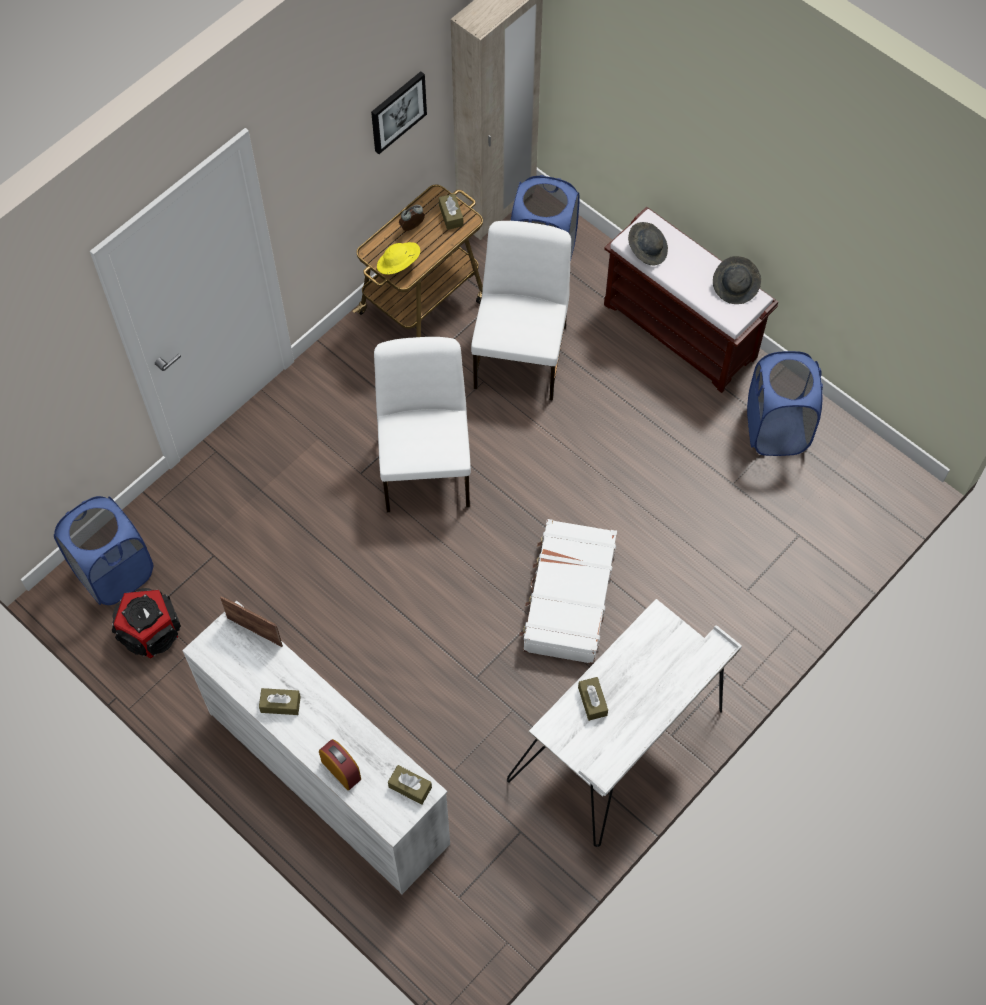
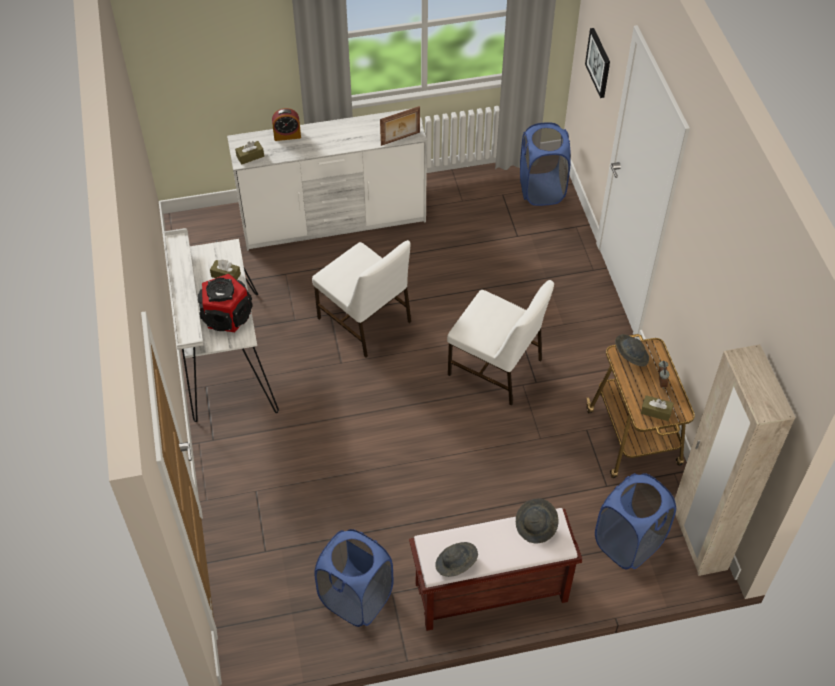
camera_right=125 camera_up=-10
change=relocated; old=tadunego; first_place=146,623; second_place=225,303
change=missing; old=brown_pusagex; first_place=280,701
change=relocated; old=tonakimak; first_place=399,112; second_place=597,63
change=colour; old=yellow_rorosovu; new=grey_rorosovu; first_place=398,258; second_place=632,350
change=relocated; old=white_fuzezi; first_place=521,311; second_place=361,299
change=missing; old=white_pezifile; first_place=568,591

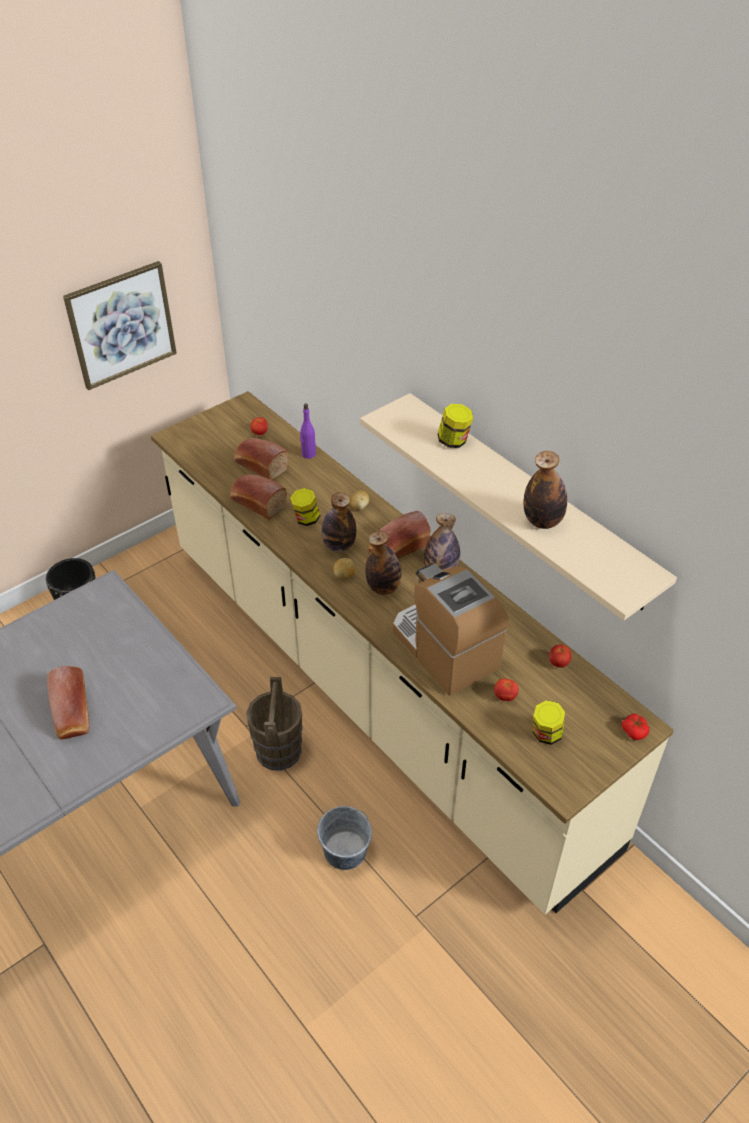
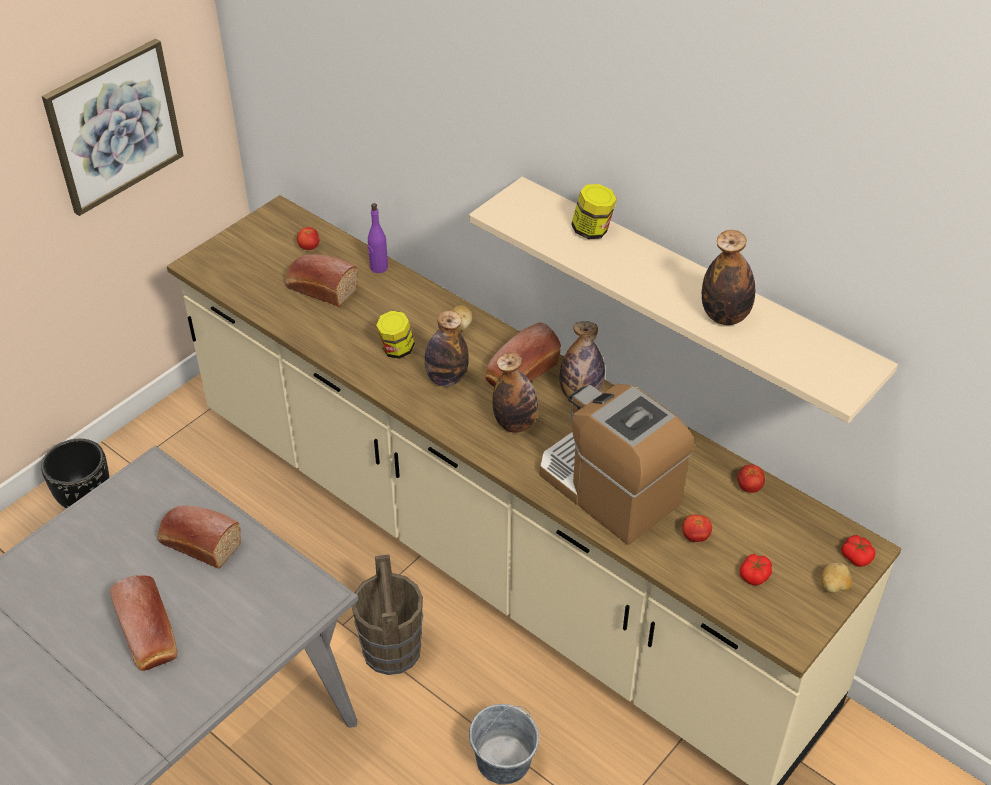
camera_right=-10 camera_up=0
change=relocated; old=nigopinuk; first_place=258,497; second_place=199,537
change=relocated; old=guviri; first_place=344,568; second_place=836,578
change=exchanged; old=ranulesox; new=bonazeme; first_place=549,722; second_place=755,569

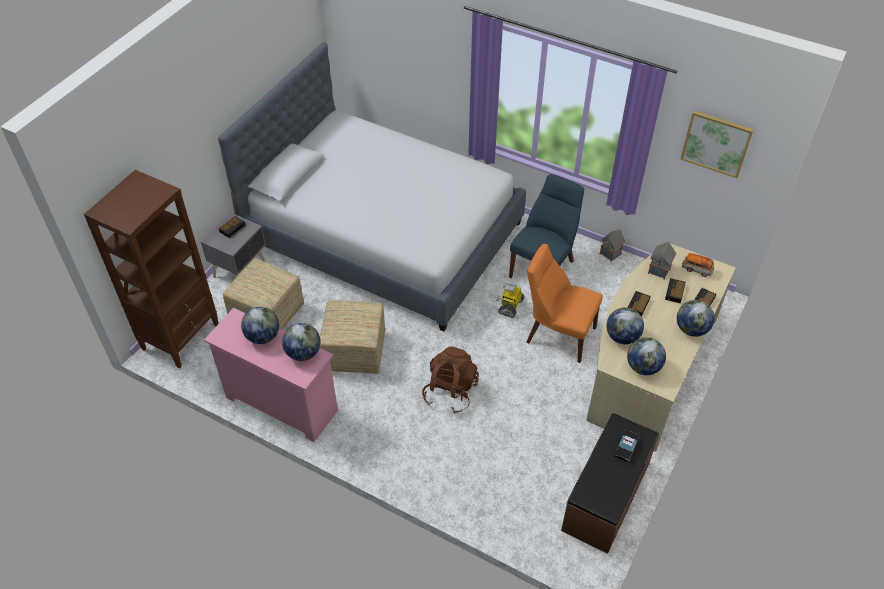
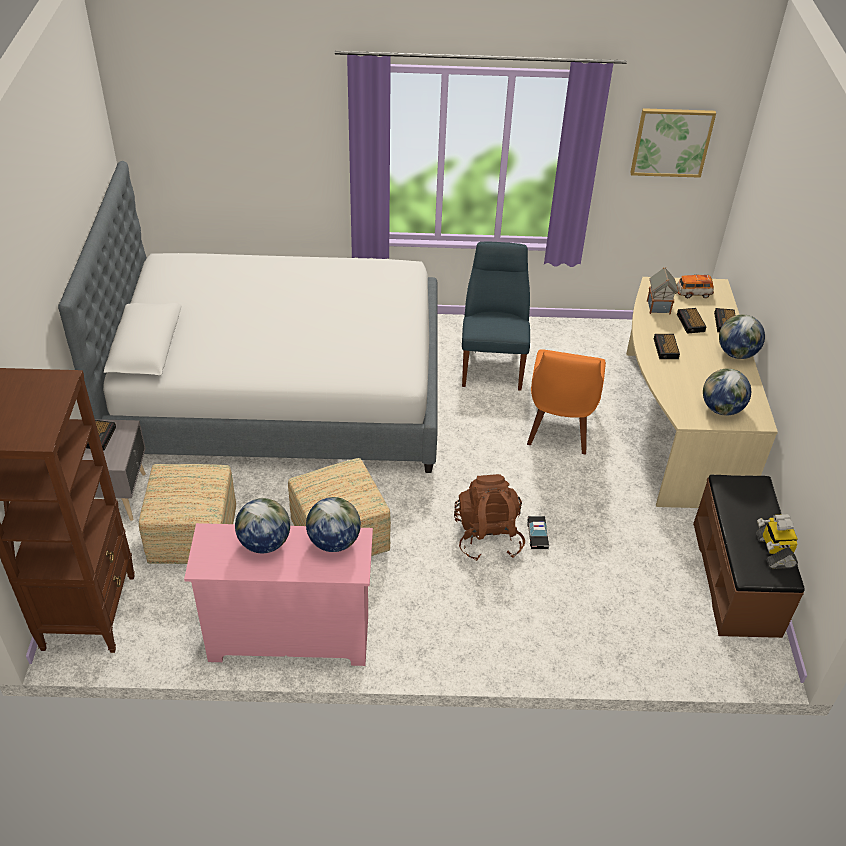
camera_right=-30 camera_up=-5
change=relocated; old=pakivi; first_place=510,299; second_place=777,541
change=spun; old=orange_fuzezi; first_place=564,303; second_place=566,401; degrees=-75
change=missing; old=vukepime; first_place=612,246
change=missing; old=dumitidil; first_place=625,325
change=relocated; old=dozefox; first_place=627,446; second_place=538,532

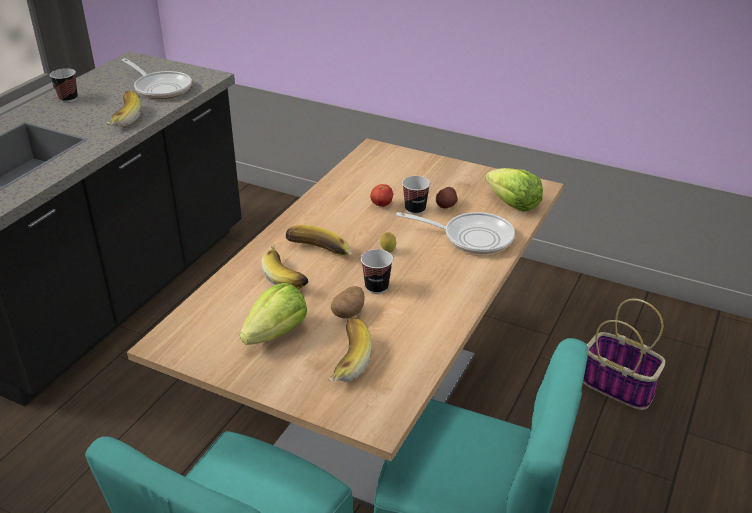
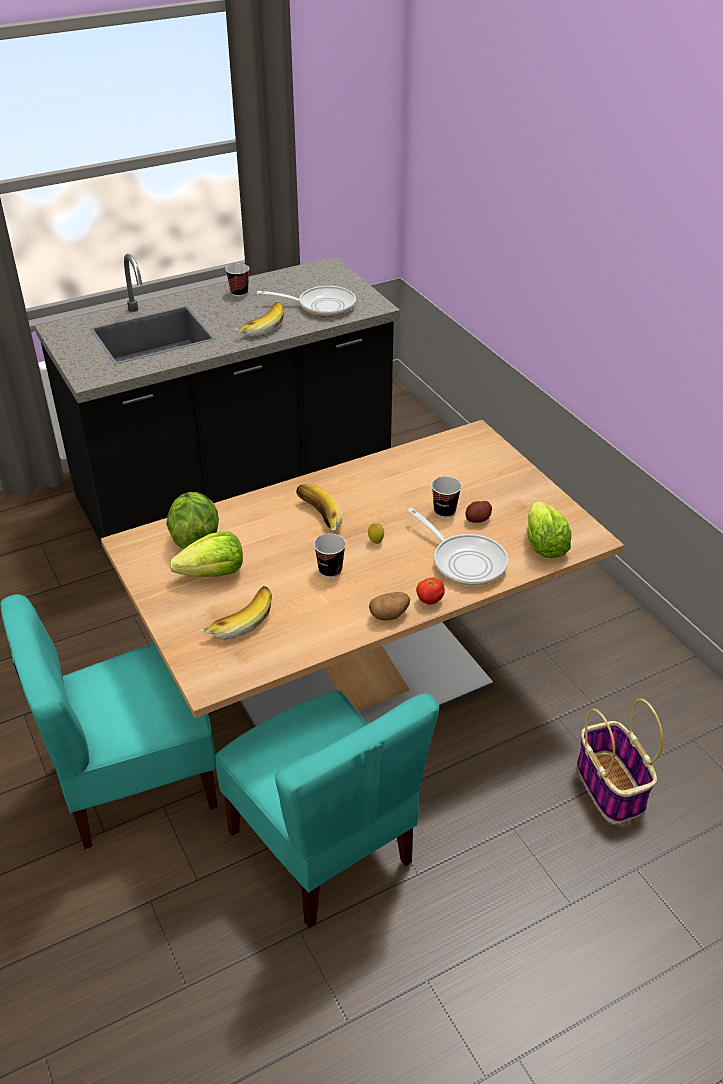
camera_right=35 camera_up=5
change=spun; old=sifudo; first_place=157,78; second_place=306,301; degrees=-75
change=missing; old=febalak; first_place=284,267
change=relocated; old=guviri; first_place=348,302; second_place=389,606
change=relocated; old=bonazeme; first_place=381,195; second_place=430,591
change=appeared; new=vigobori; second_place=192,520

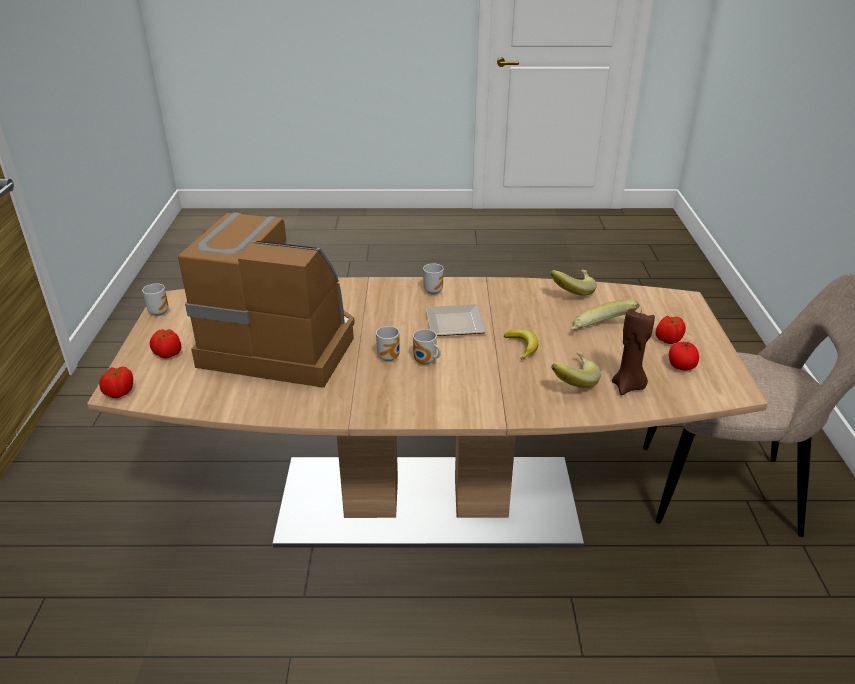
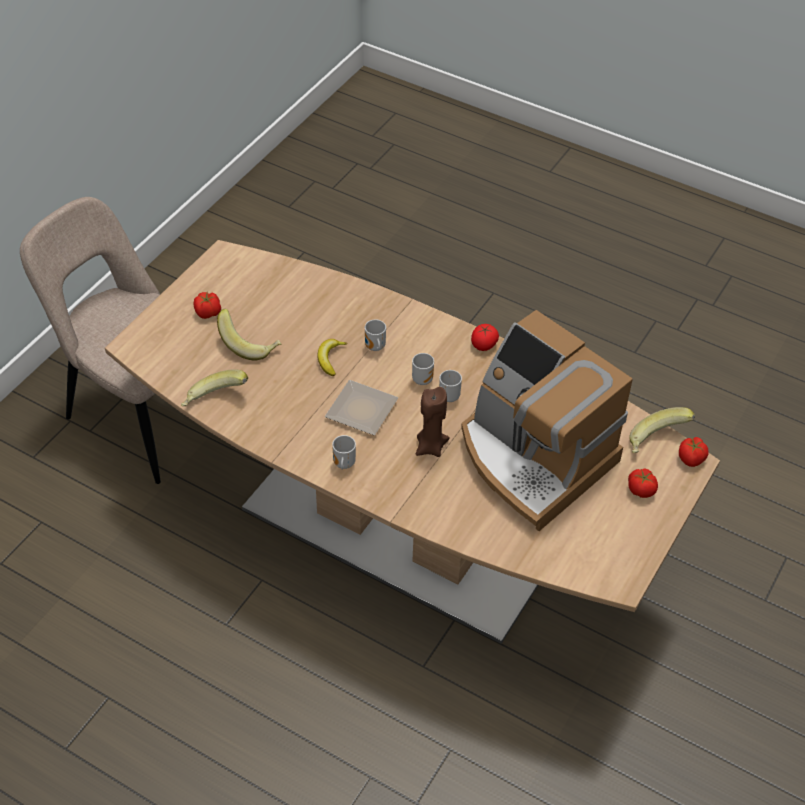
camera_right=-150 camera_up=15
change=relocated; old=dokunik; first_place=155,299; second_place=375,335
change=relocated; old=febalak; first_place=576,370; second_place=662,430
change=relocated; old=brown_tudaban; first_place=633,351; second_place=433,422
change=relocated; old=bonazeme; first_place=684,356; second_place=485,337

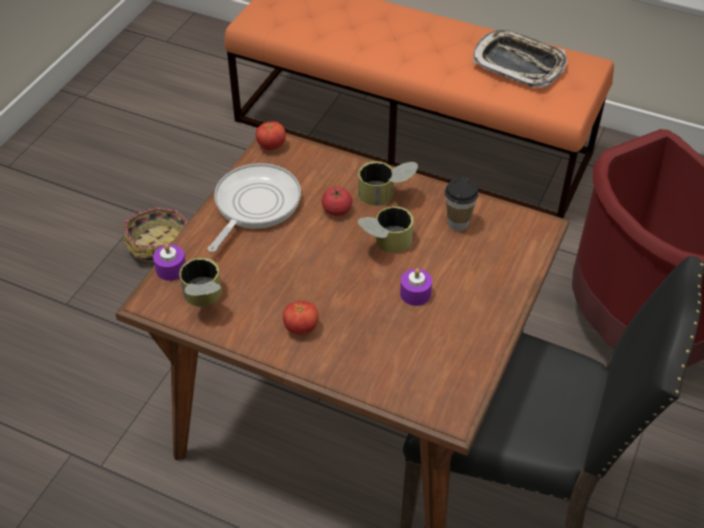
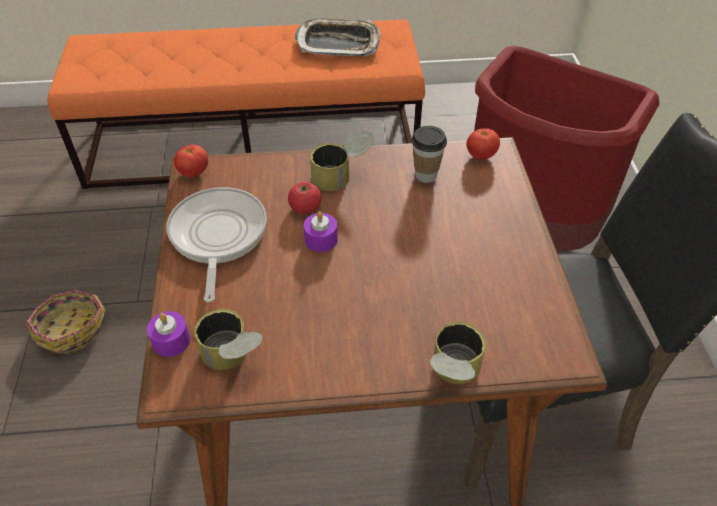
camera_right=-30 camera_up=0
change=relocated; old=bonazeme; first_place=301,318; second_place=483,144
change=relocated; old=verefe; first_place=386,229; second_place=458,353
change=relocated; old=purple_tudaban; first_place=416,287; second_place=321,231

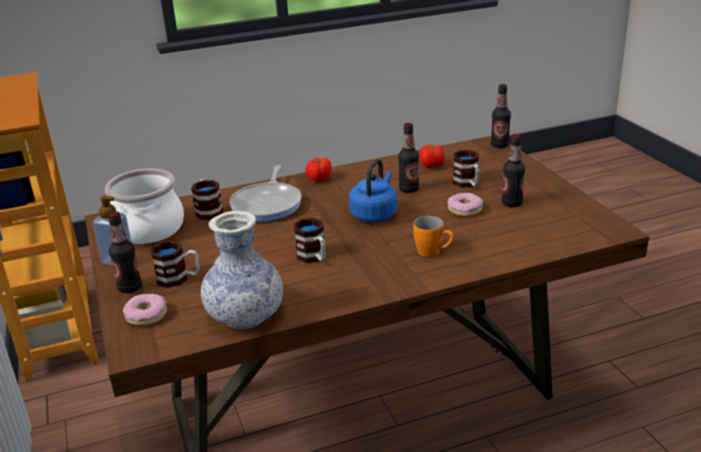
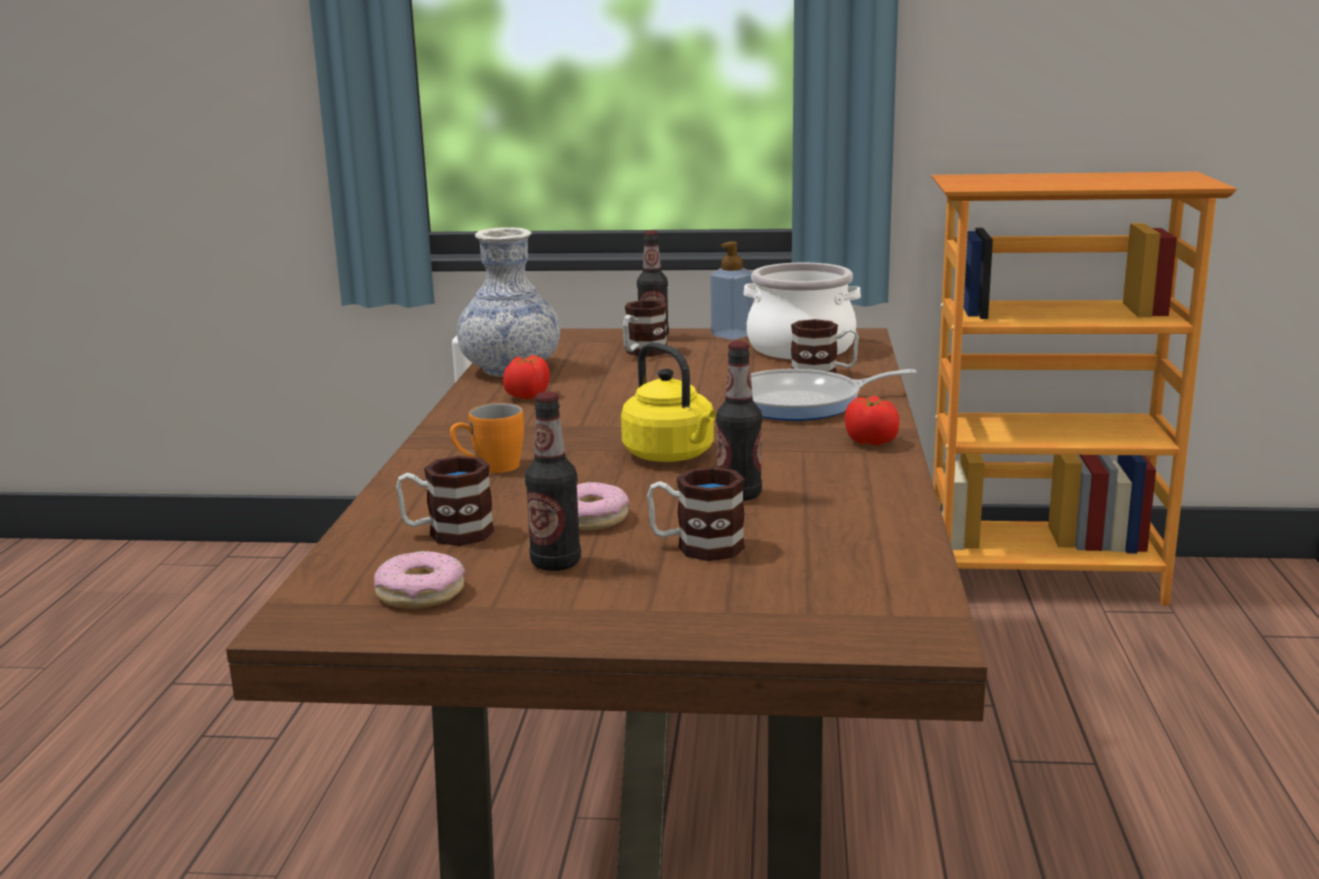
camera_right=115 camera_up=-10
change=relocated; old=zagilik; first_place=145,310; second_place=419,580
change=spun; old=sifudo; first_place=265,193; second_place=834,395; degrees=-45
change=relocated; old=dokunik; first_place=310,240; second_place=445,501
change=colour; old=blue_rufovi; new=yellow_rufovi; first_place=373,191; second_place=668,402
change=relocated; old=bonazeme; first_place=432,156; second_place=526,377
change=missing; old=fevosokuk; first_place=501,116

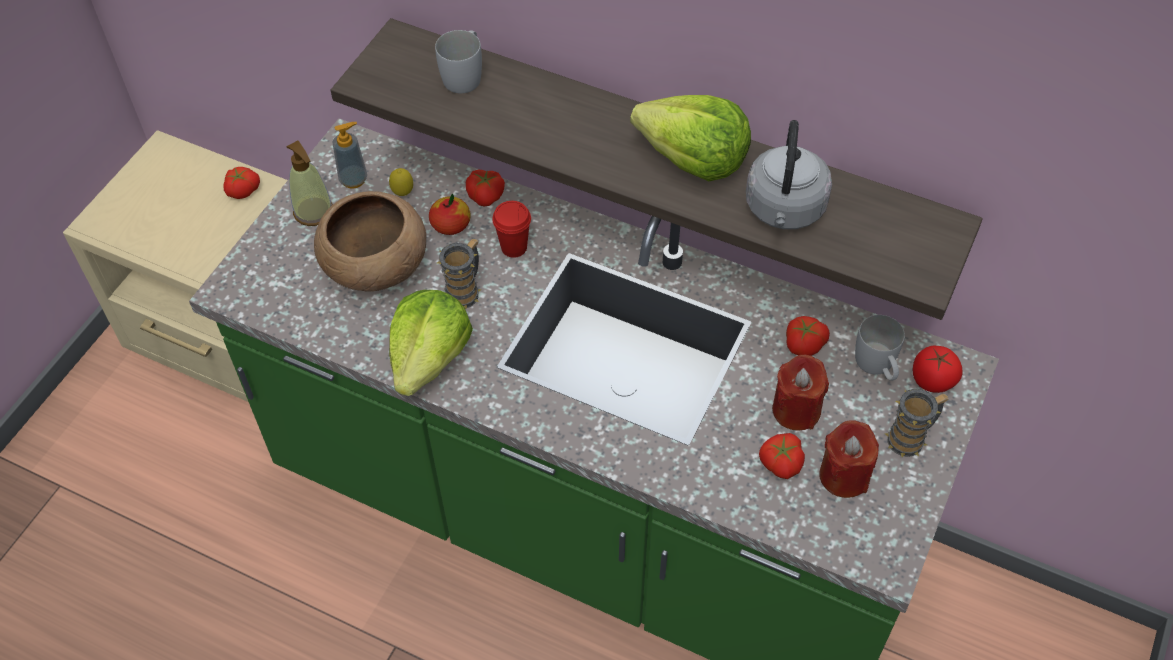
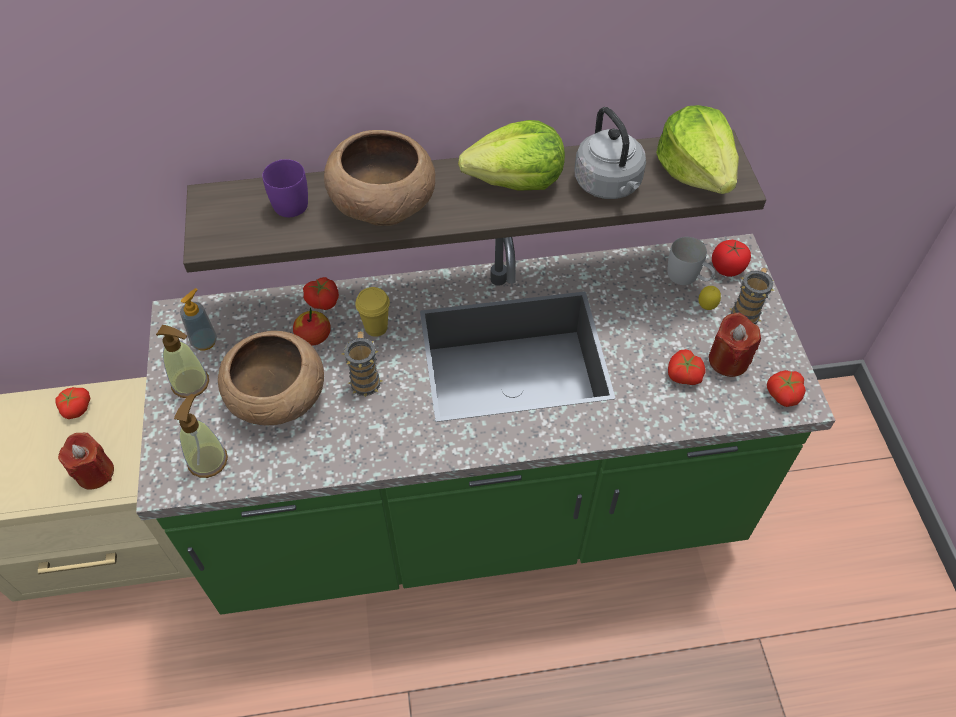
camera_right=-35 camera_up=0
change=relocated; old=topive; first_place=401,182; second_place=709,298
change=relocated; old=vigobori; first_place=431,343; second_place=697,149
change=colour; old=white_dokunik; new=purple_dokunik; first_place=458,61; second_place=285,188
change=colour; old=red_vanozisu; new=yellow_vanozisu; first_place=511,229; second_place=372,312
change=relocated; old=red_tudaban; first_place=800,392; second_place=86,461
change=relocated; old=bonazeme; first_place=808,336; second_place=786,388
change=appeared; new=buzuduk; second_place=201,436
change=appeared; new=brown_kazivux; second_place=379,178

